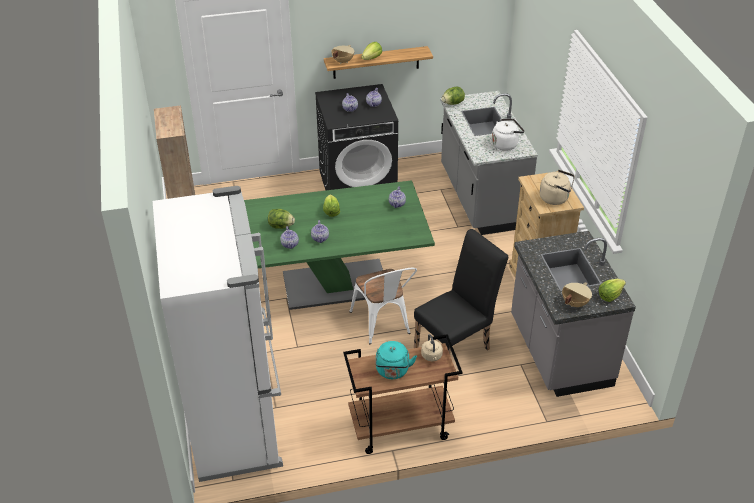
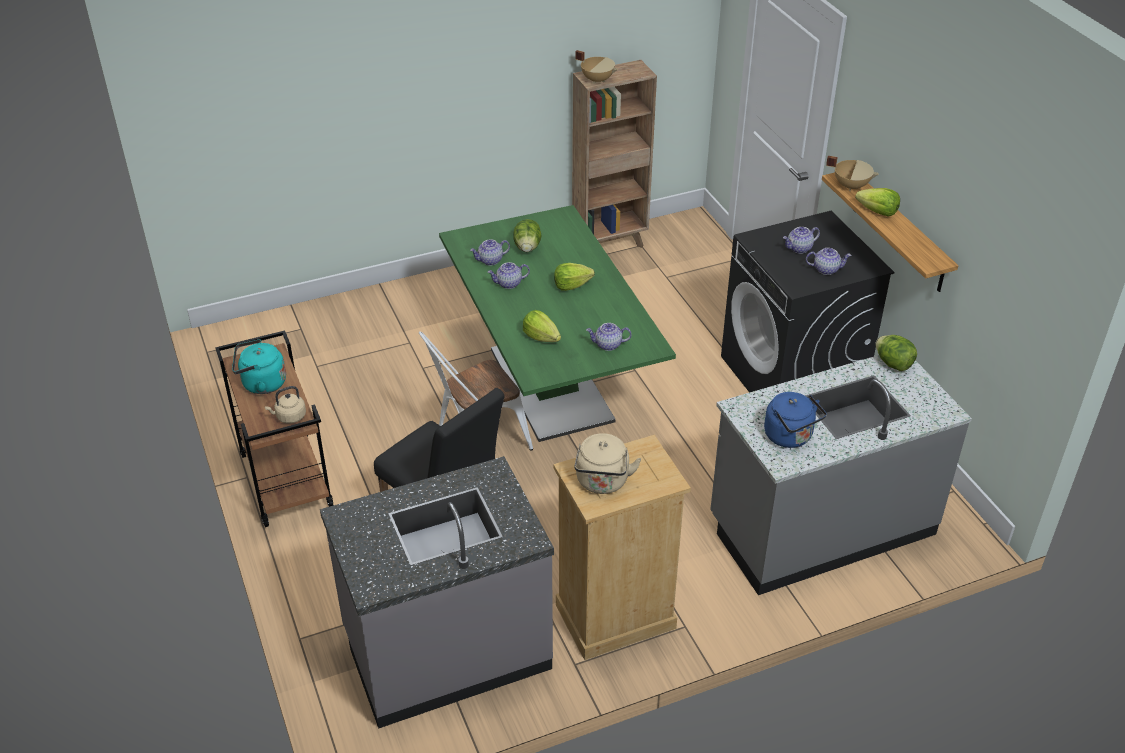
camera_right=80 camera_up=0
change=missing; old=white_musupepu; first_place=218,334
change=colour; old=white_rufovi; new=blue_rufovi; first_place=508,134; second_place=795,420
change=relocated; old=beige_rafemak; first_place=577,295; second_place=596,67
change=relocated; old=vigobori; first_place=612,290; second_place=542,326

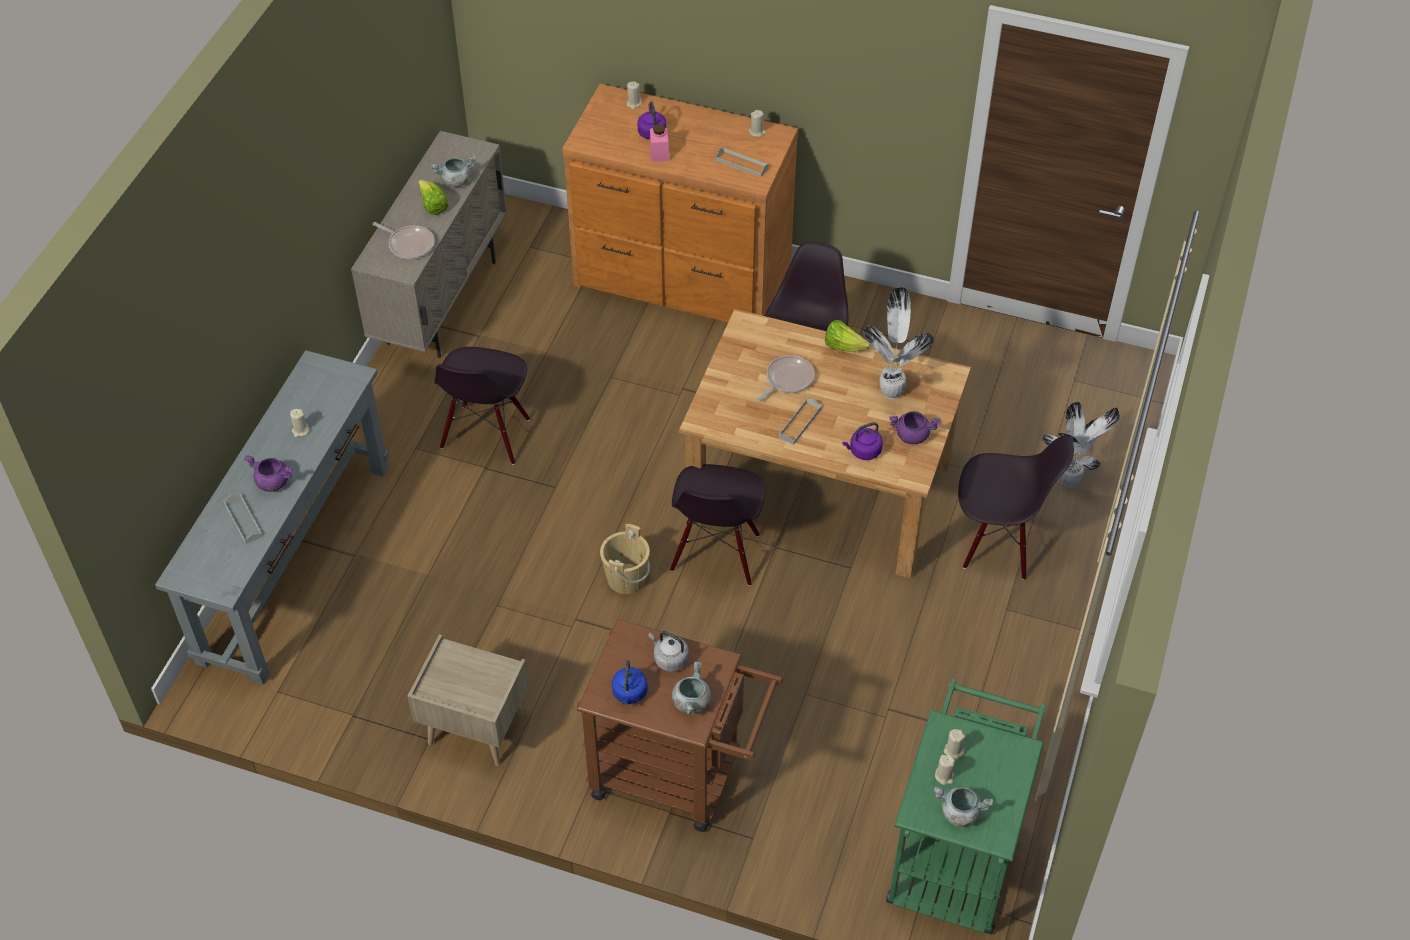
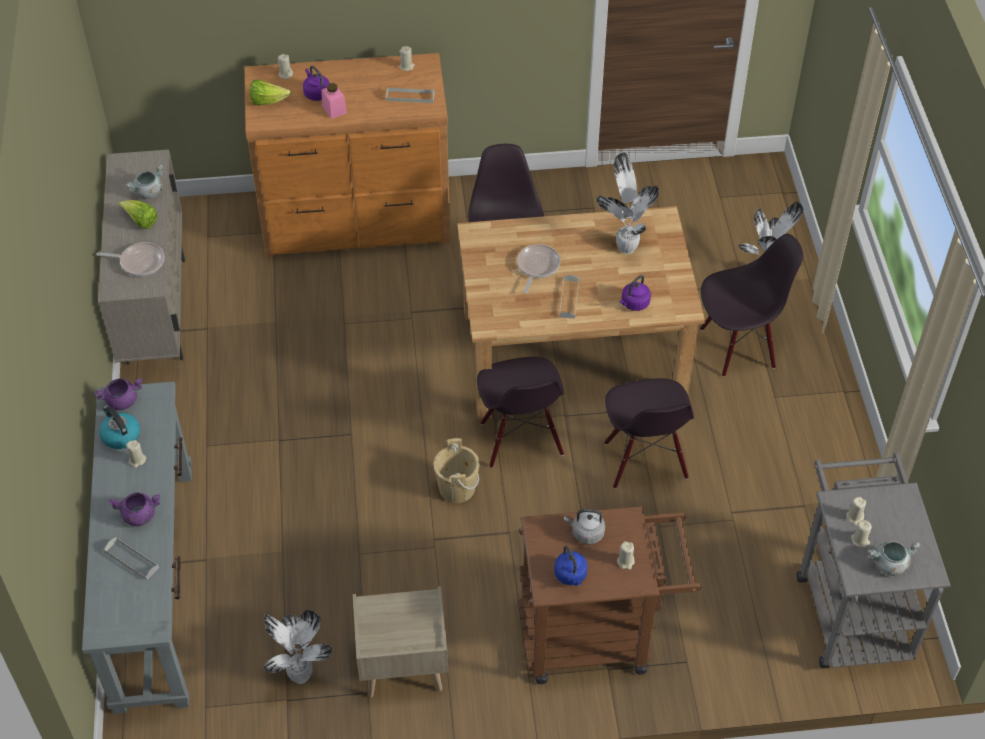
camera_right=-25 camera_up=0
change=relocated; old=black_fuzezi; first_place=482,406; second_place=649,433
change=exchanged; old=grey_rafemak; new=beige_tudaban; first_place=691,688; second_place=626,555
change=relocated; old=vigobori; first_place=848,336; second_place=270,92
change=colour; old=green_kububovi; new=grey_kububovi; first_place=965,806; second_place=874,560
change=relocated; old=purple_rafemak; first_place=915,427; second_place=118,394
change=appeared; new=rufovi; second_place=119,427
change=appeared; new=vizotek; second_place=297,647

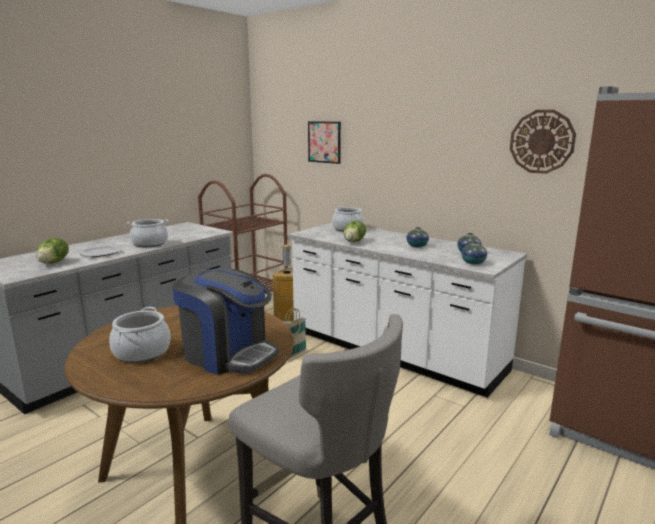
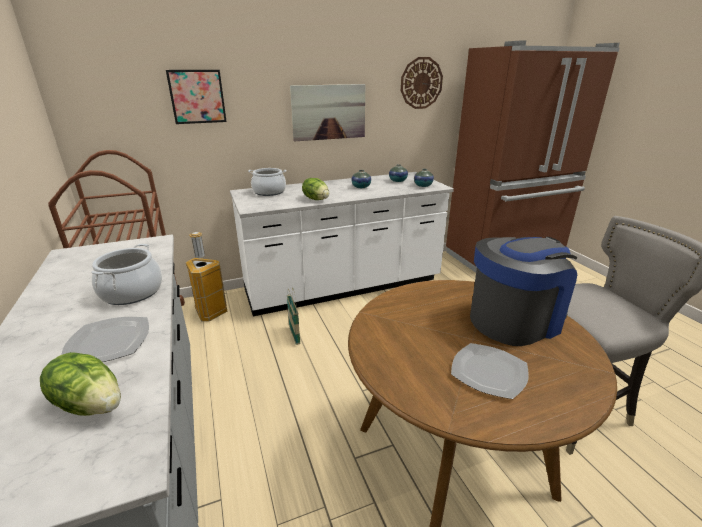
camera_right=-60 camera_up=10
change=exchanged; old=rafemak; new=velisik; first_place=140,335; second_place=490,371
change=appeared; new=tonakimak; second_place=327,112

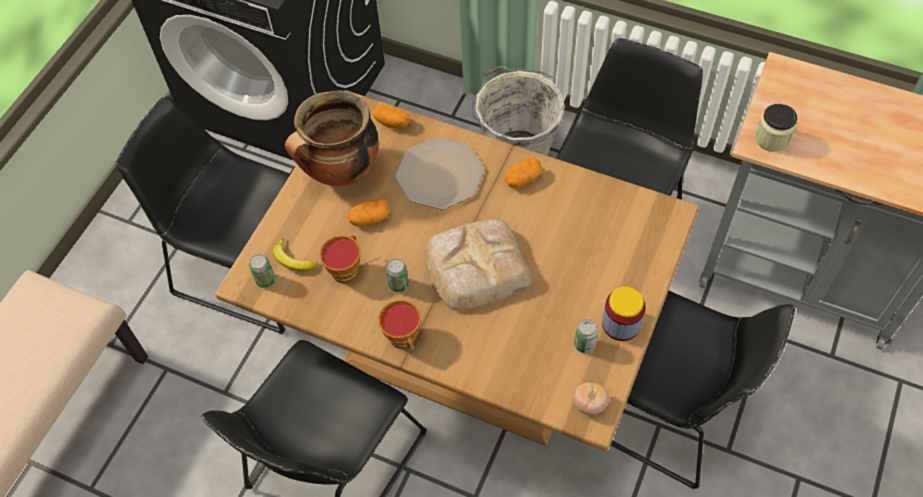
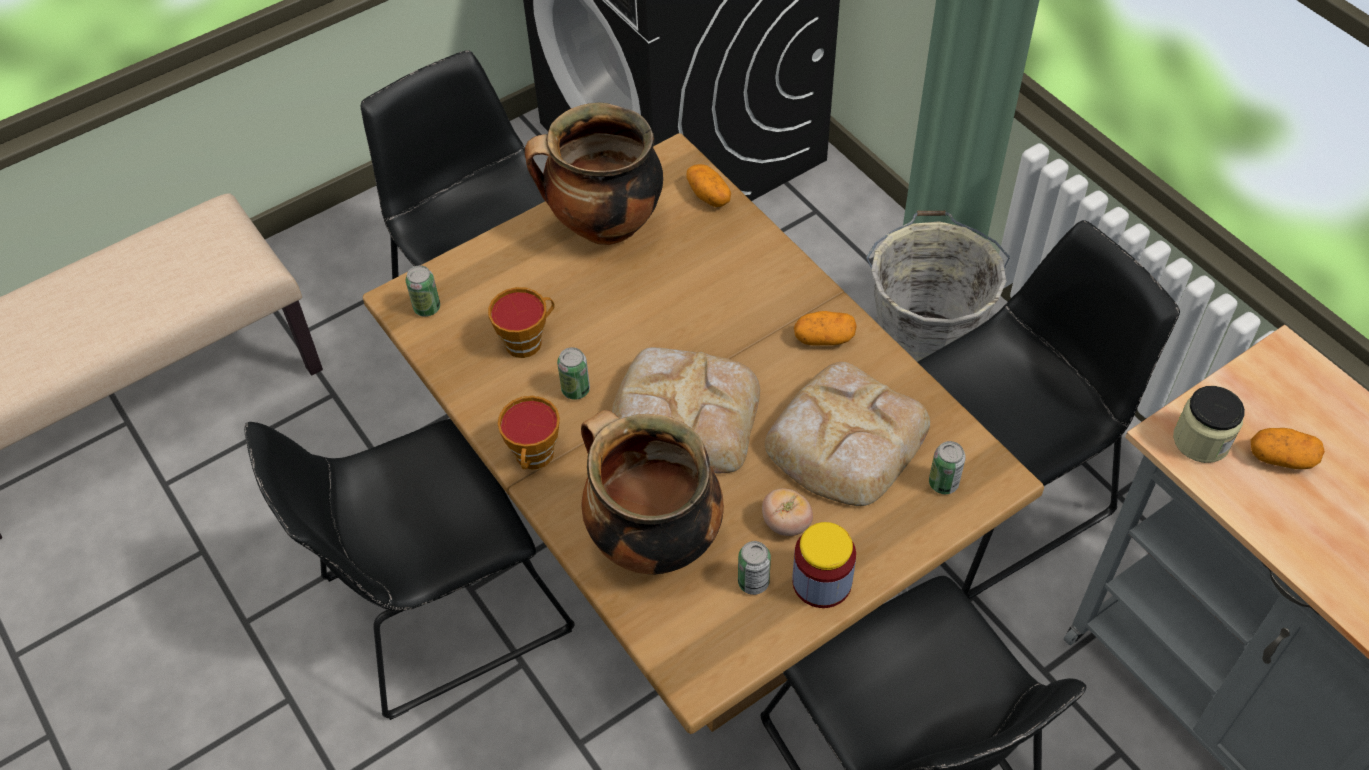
camera_right=30 camera_up=-5
change=missing; old=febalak; first_place=296,254
change=relocated; old=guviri; first_place=368,213; second_place=1288,448
change=missing; old=velisik; first_place=440,173
change=relocated; old=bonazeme; first_place=590,398; second_place=787,512
change=appeared; new=rafemak; second_place=652,492
change=appeared; new=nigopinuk; second_place=847,434
change=appeared; new=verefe; second_place=947,467

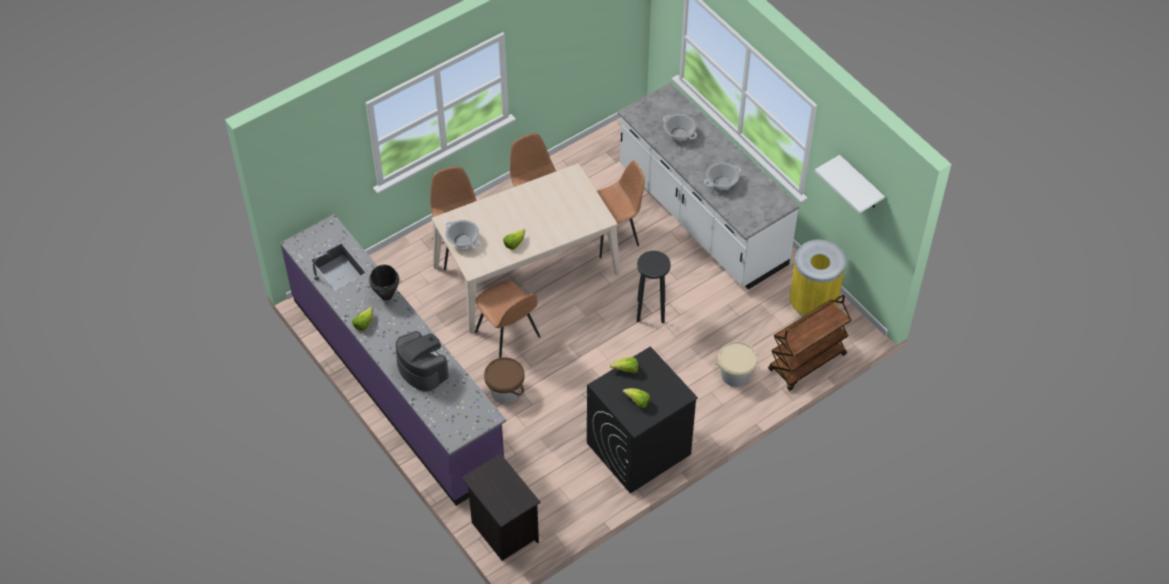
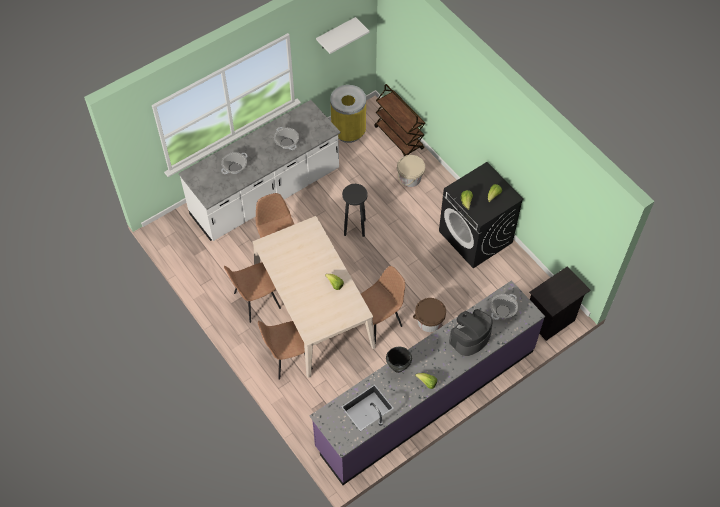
camera_right=-90 camera_up=5
change=relocated; old=rafemak; first_place=462,234; second_place=504,307

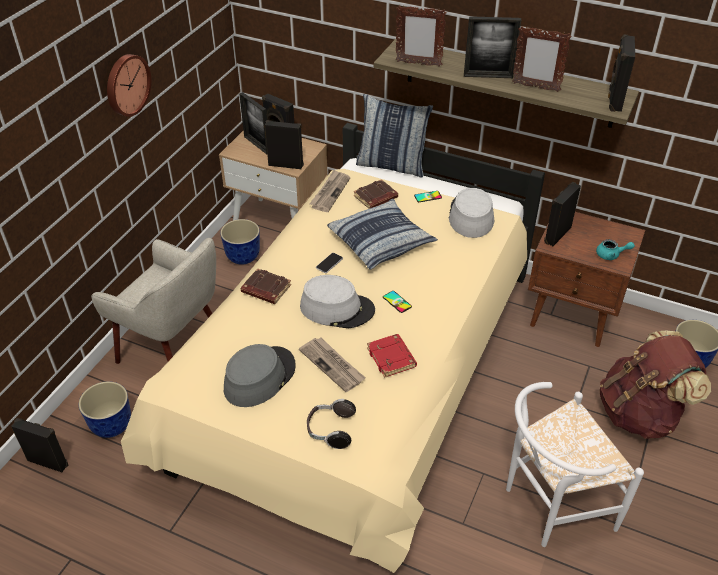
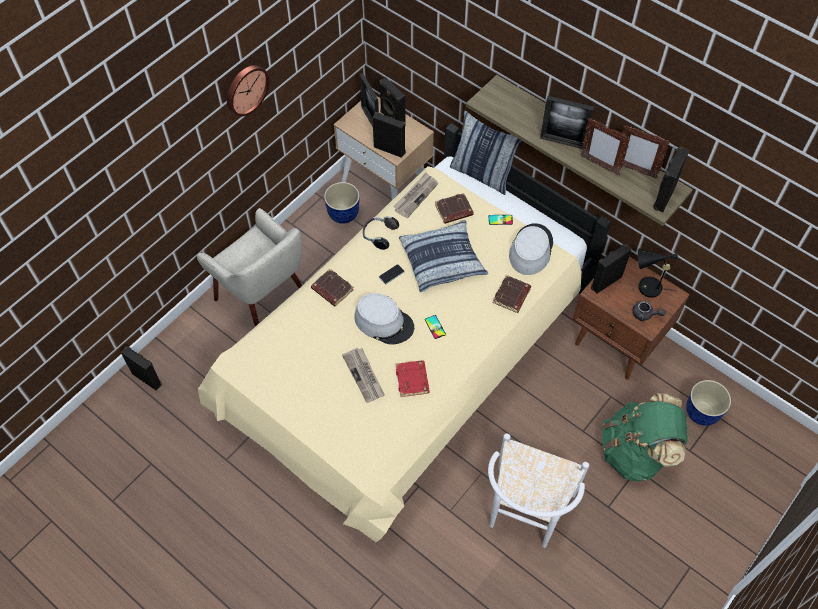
camera_right=15 camera_up=15
change=missing; old=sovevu; first_place=105,409
change=missing; old=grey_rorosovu; first_place=260,375
change=relocated; old=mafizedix; first_place=331,424; second_place=381,233
change=relocated; old=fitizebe; first_place=421,36; second_place=645,152
change=spun; old=white_fuzezi; first_place=575,464; second_place=538,490; degrees=-60
change=colour; old=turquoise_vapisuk; new=grey_vapisuk; first_place=615,249; second_place=649,311
change=colour; old=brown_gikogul; new=green_gikogul; first_place=655,385; second_place=645,437
change=appeared; new=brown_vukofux; second_place=512,294
change=appeared; new=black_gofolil; second_place=658,273

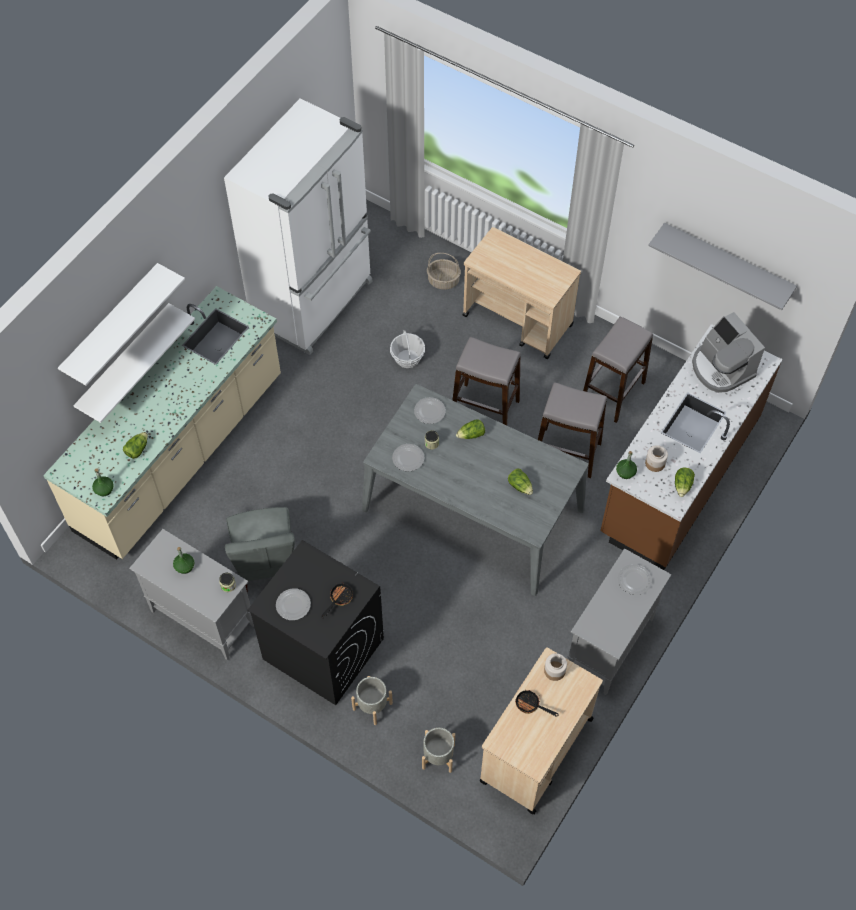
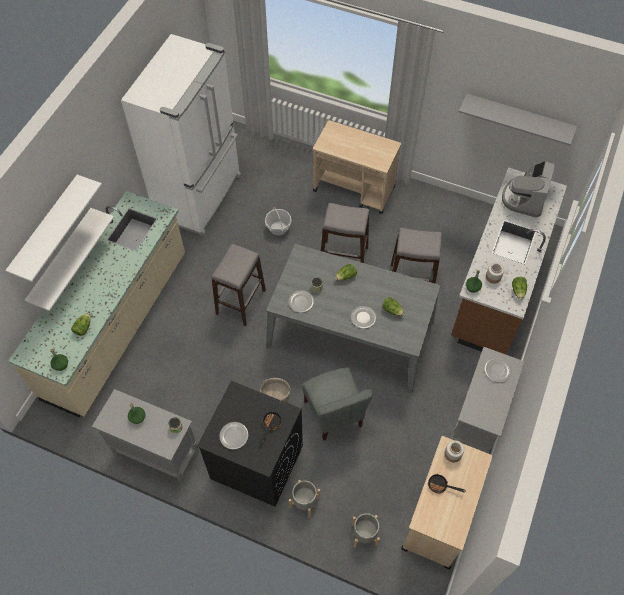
camera_right=-10 camera_up=0
change=relocated; old=grey_fuzezi; first_place=260,548; second_place=338,404
change=relocated; old=velisik; first_place=430,410; second_place=363,317
change=relocated; old=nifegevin; first_place=444,271; second_place=275,390
change=relocated; old=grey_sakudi; first_place=618,370; second_place=238,285
change=spun; old=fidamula; first_place=728,352; second_place=528,189; degrees=60

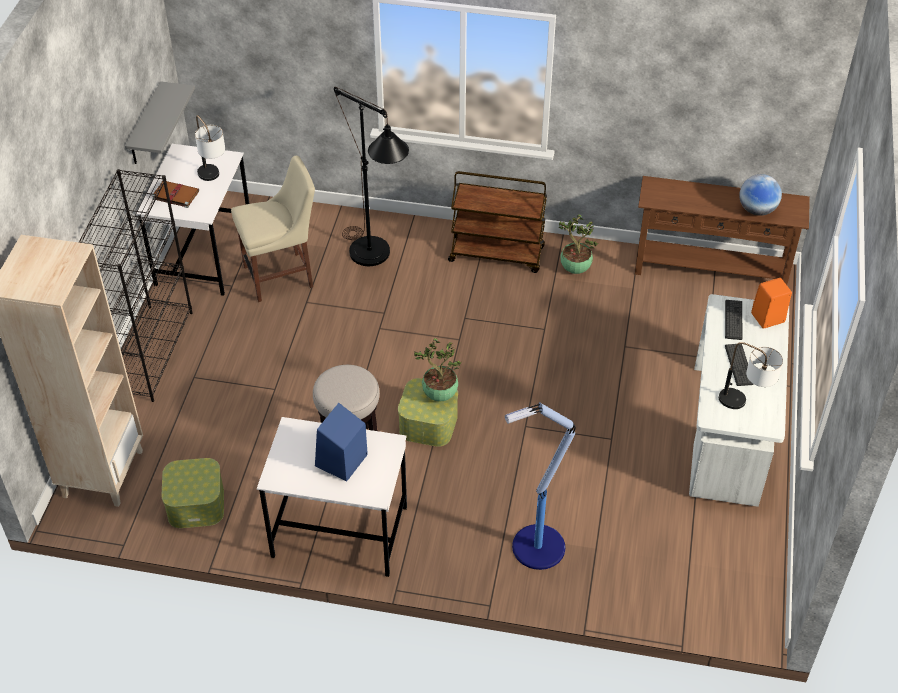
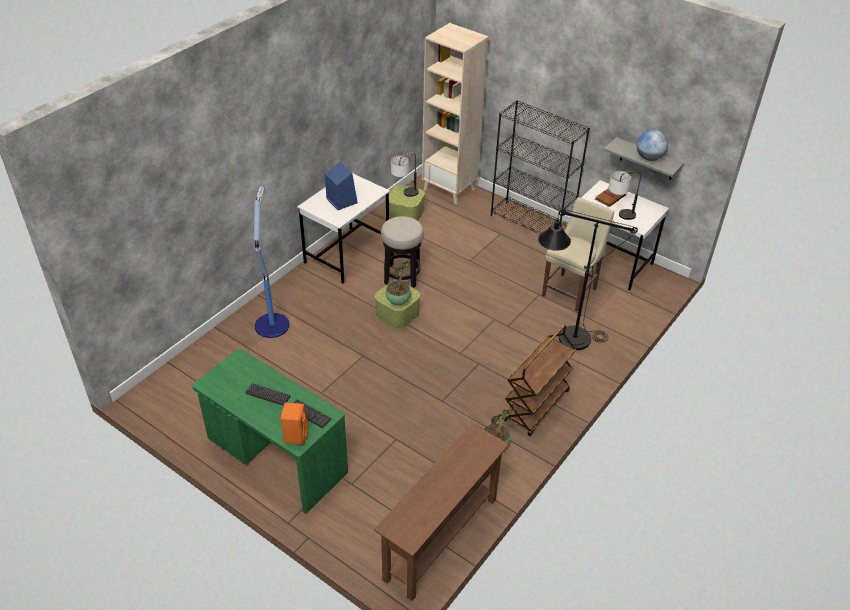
camera_right=115 camera_up=-5
change=spun; old=beige_fuzezi; first_place=273,229; second_place=578,254; degrees=-150
change=colour; old=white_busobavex; new=green_busobavex; first_place=739,400; second_place=270,431
change=relocated; old=gofolil; first_place=751,375; second_place=405,175
change=relocated; old=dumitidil; first_place=760,195; second_place=652,145

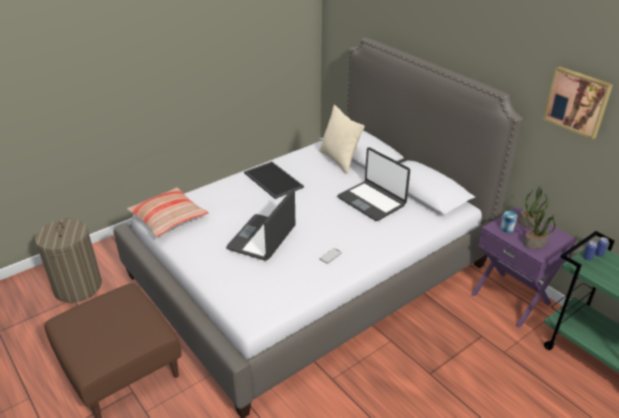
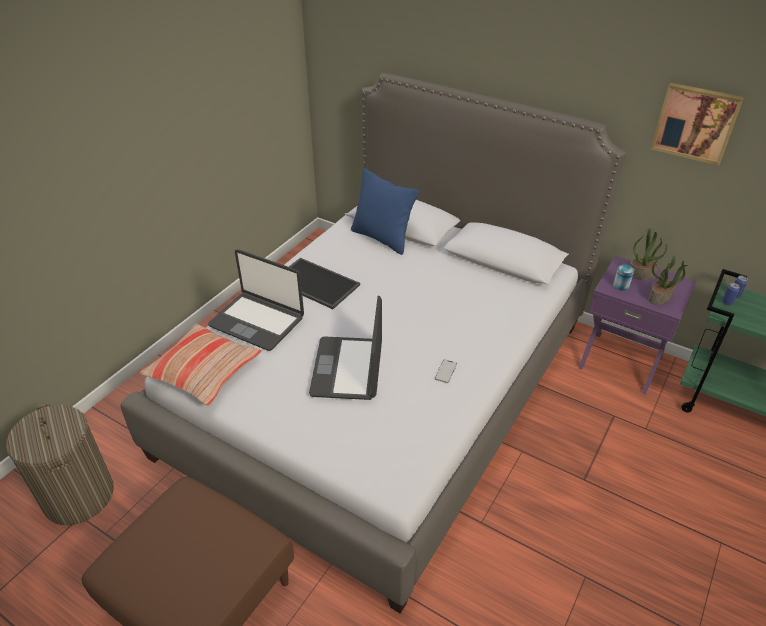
camera_right=-20 camera_up=5
change=colour; old=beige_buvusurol; new=blue_buvusurol; first_place=342,139; second_place=385,211
change=relocated; old=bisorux; first_place=373,184; second_place=256,300

